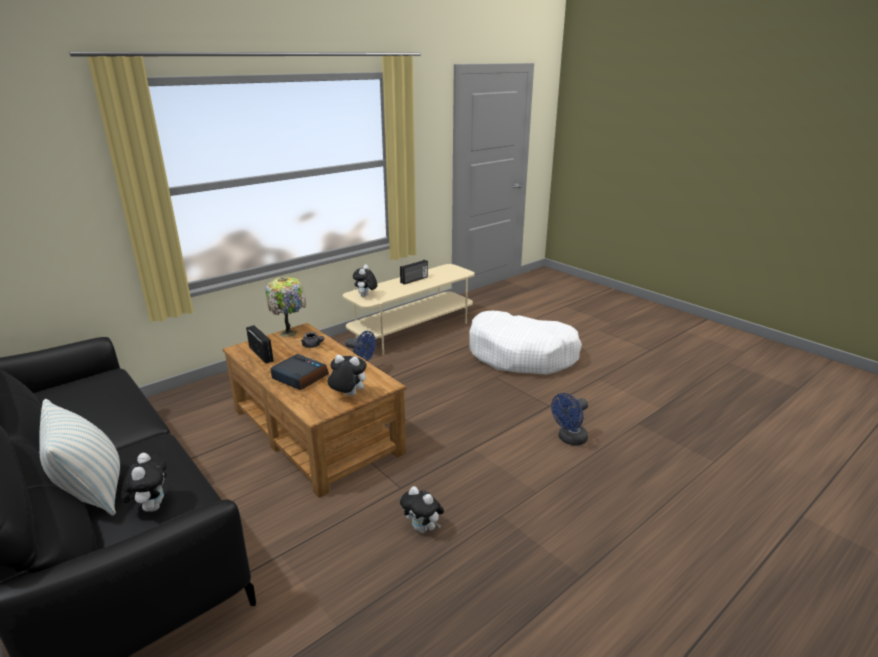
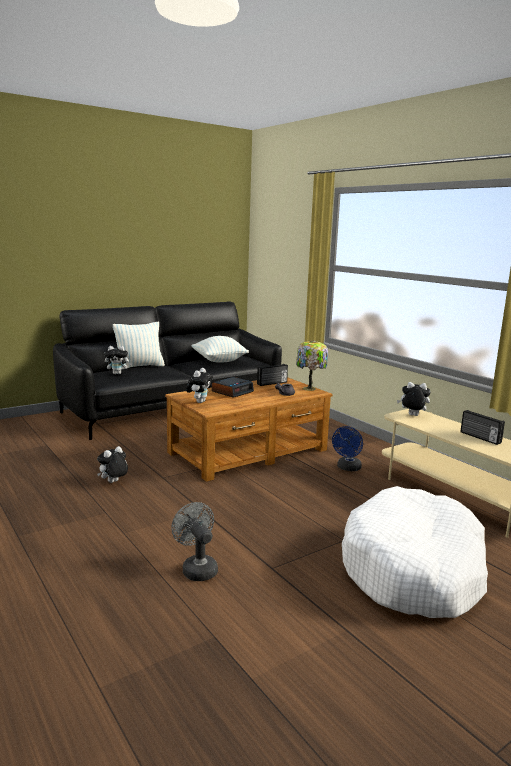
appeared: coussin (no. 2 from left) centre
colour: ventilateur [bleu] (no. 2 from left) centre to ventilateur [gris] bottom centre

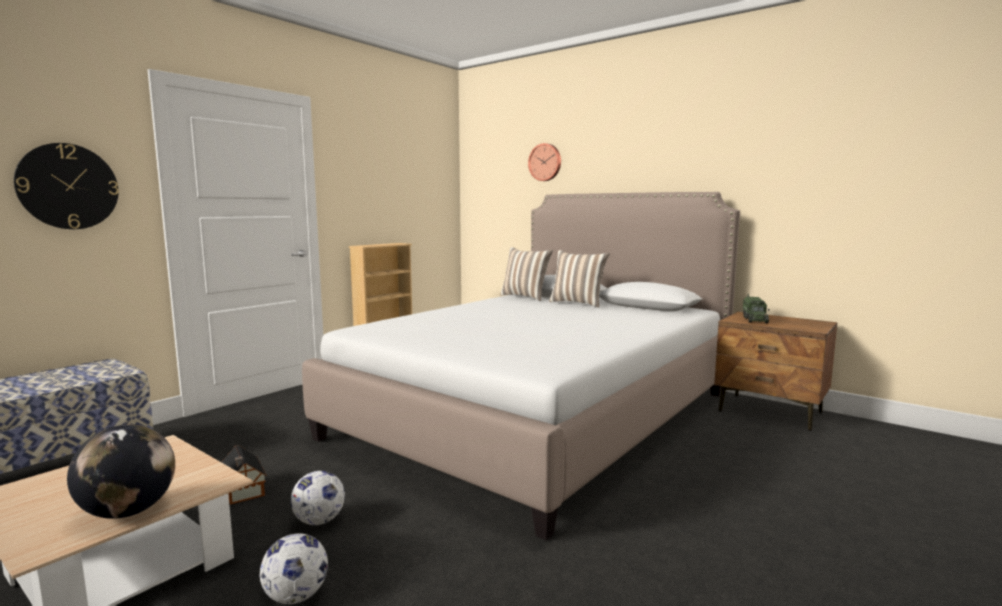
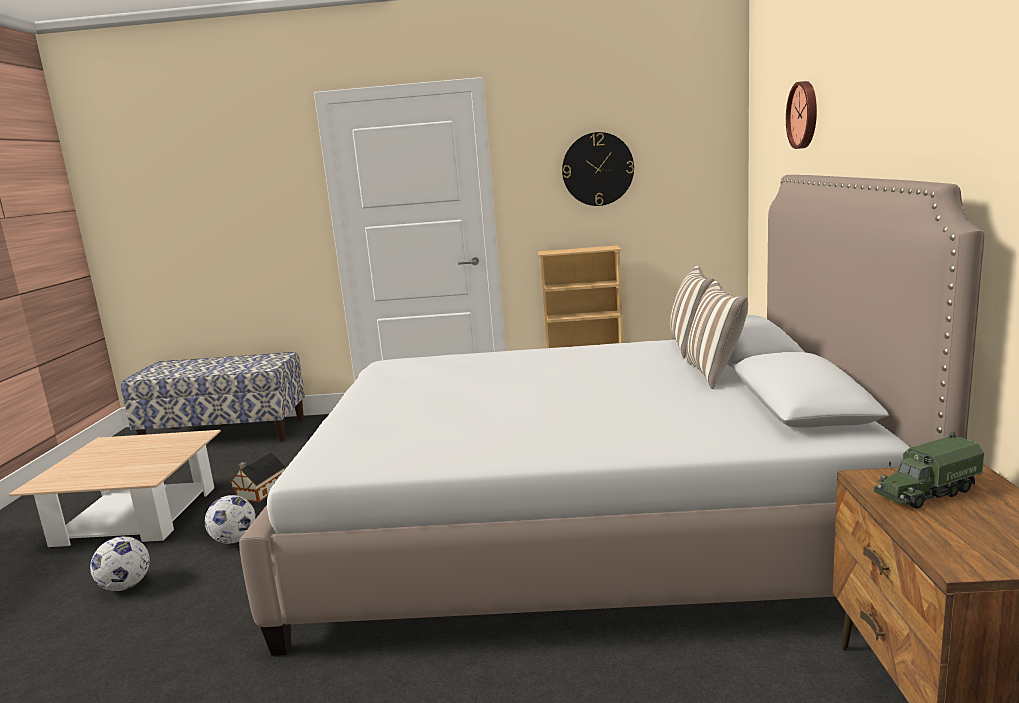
missing: globe bottom left
relocated: horloge murale (no. 1 from left) top left to top centre

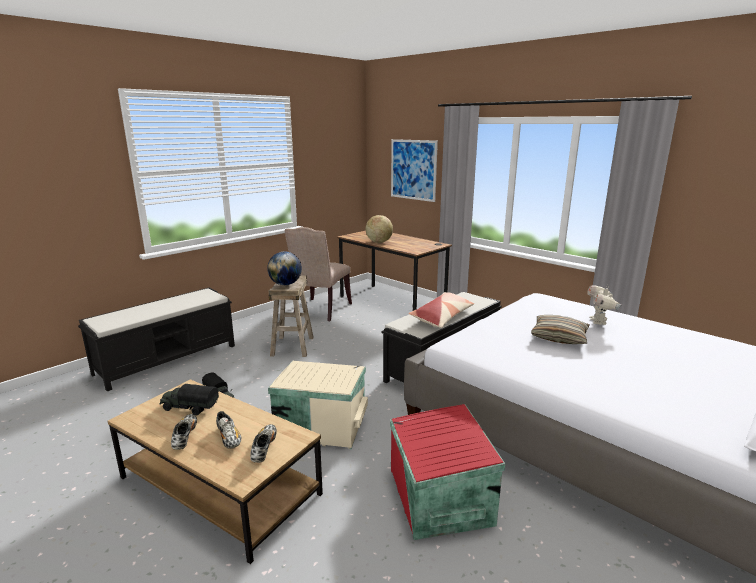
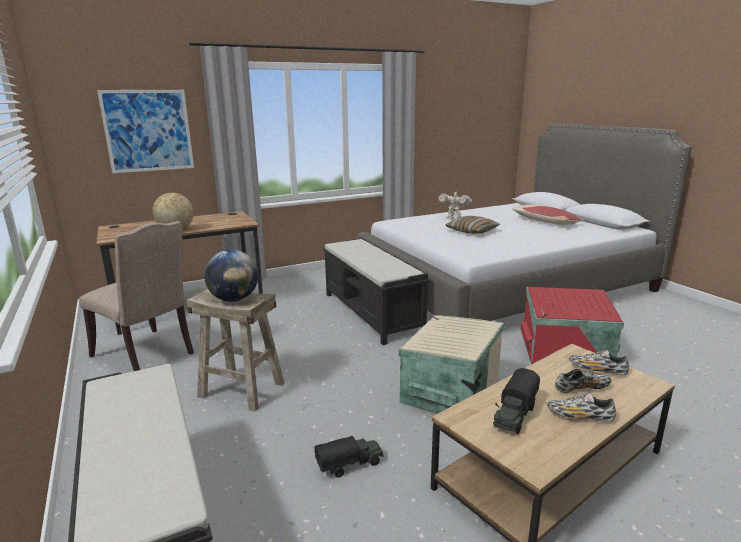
relocated: coussin (no. 1 from left in the first image) centre to coussin (no. 2 from left) middle right

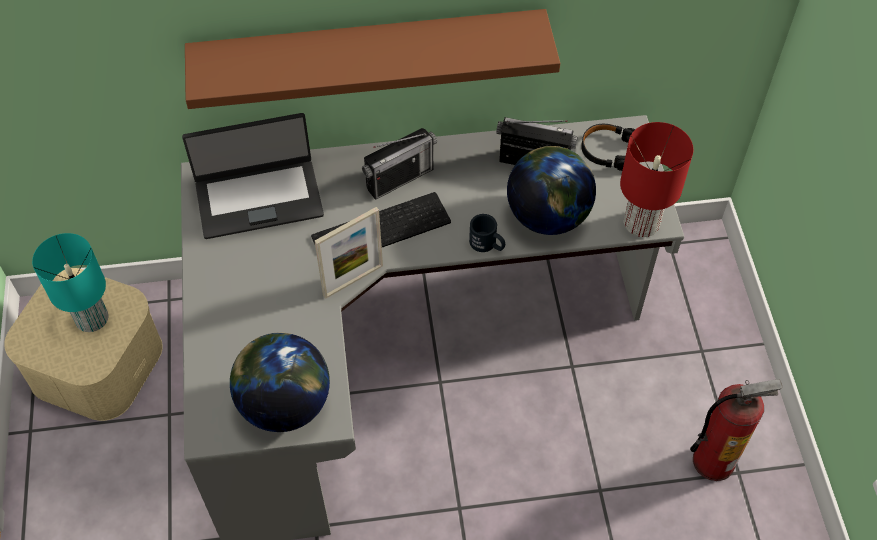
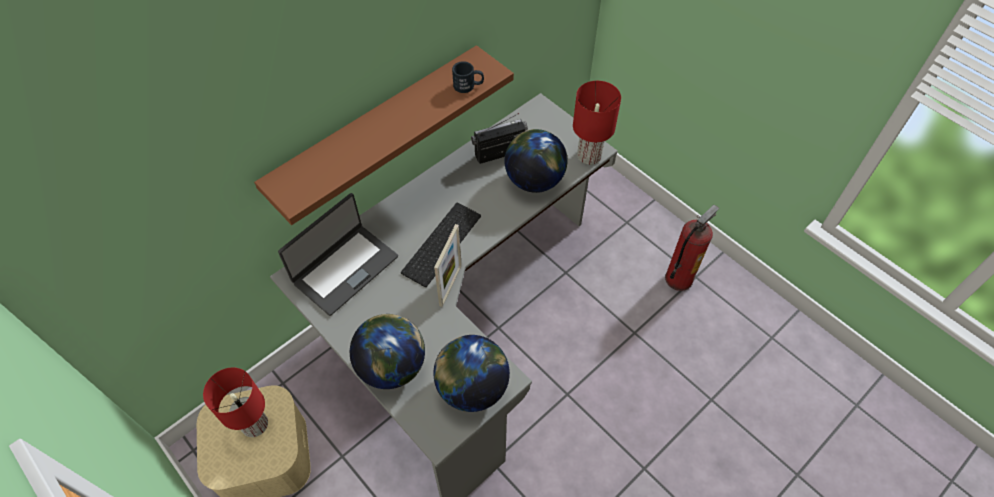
missing: radio (no. 1 from left) top centre; casque audio [noir] top right
appeared: globe (no. 1 from left) bottom centre
relocated: mug [noir] centre to top centre
colour: lampe de table [turquoise] middle left to lampe de table [rouge] (no. 1 from left) bottom left

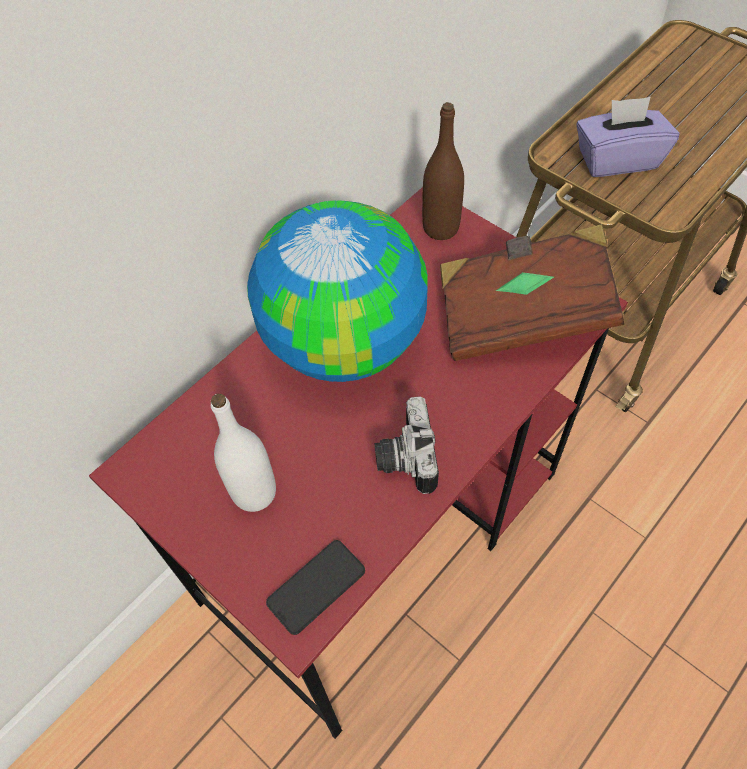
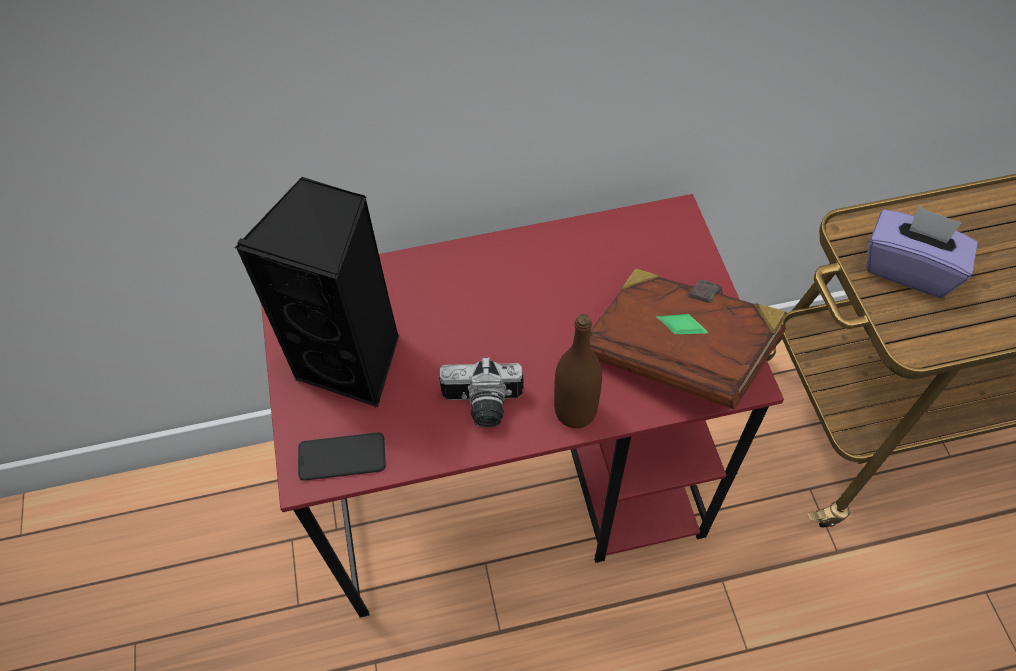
missing: globe centre
relocated: bouteille [marron] top centre to centre
exchanged: bouteille [blanc] middle left to enceinte [noir] middle left
spun: appareil photo centre = centre 120 degrees counterclockwise

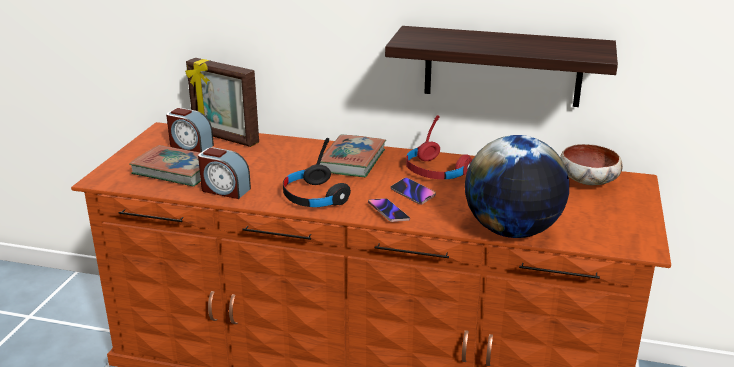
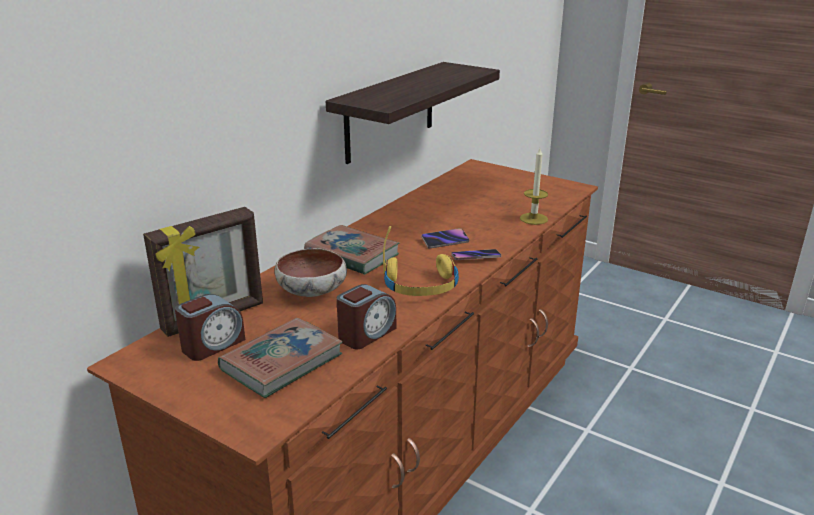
missing: casque audio [rouge] centre
relocated: bol middle right to centre
exchanged: globe middle right to bougie centre
colour: casque audio [noir] centre to casque audio [jaune] centre

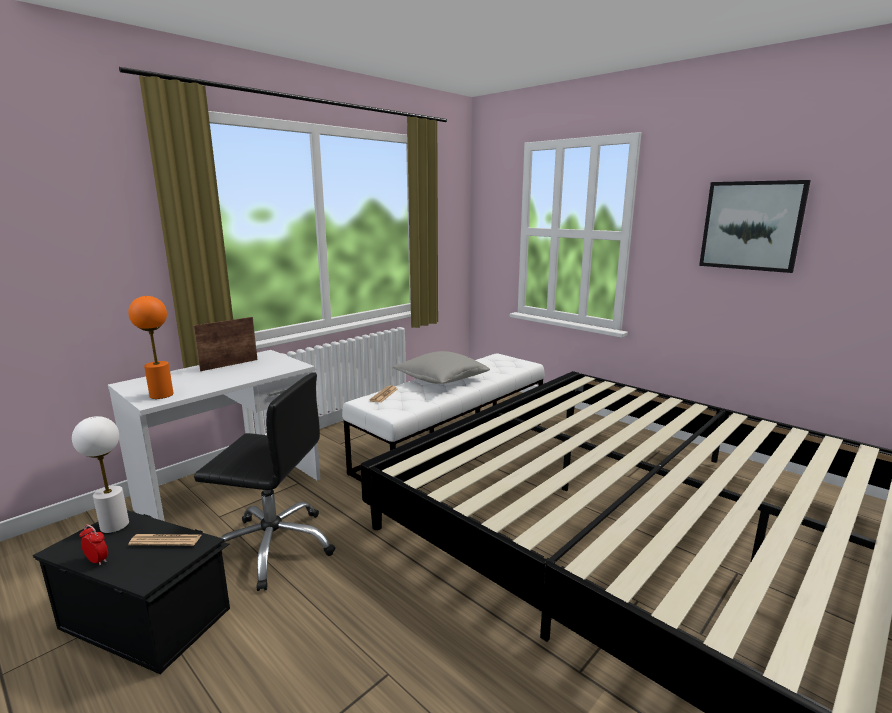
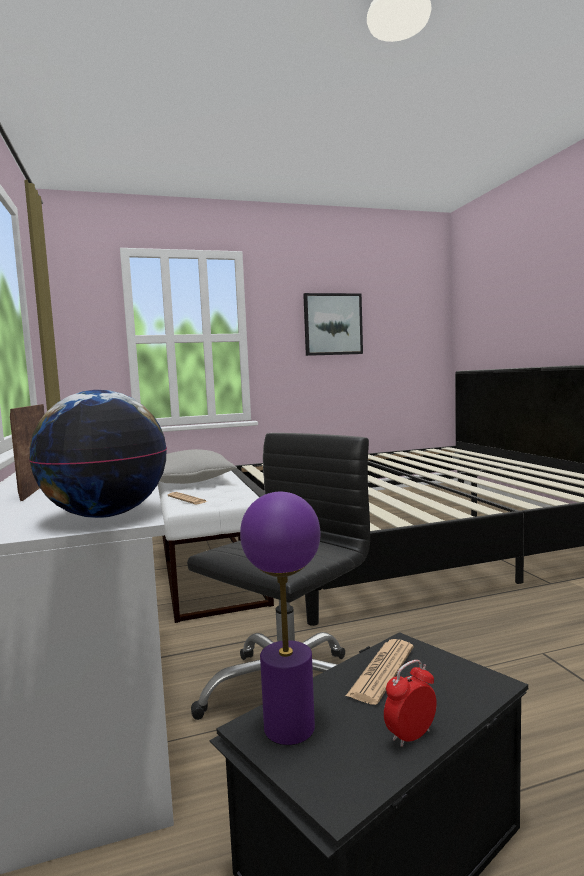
exchanged: lampe de table [orange] middle left to globe middle left
colour: lampe de table [blanc] middle left to lampe de table [violet] bottom centre

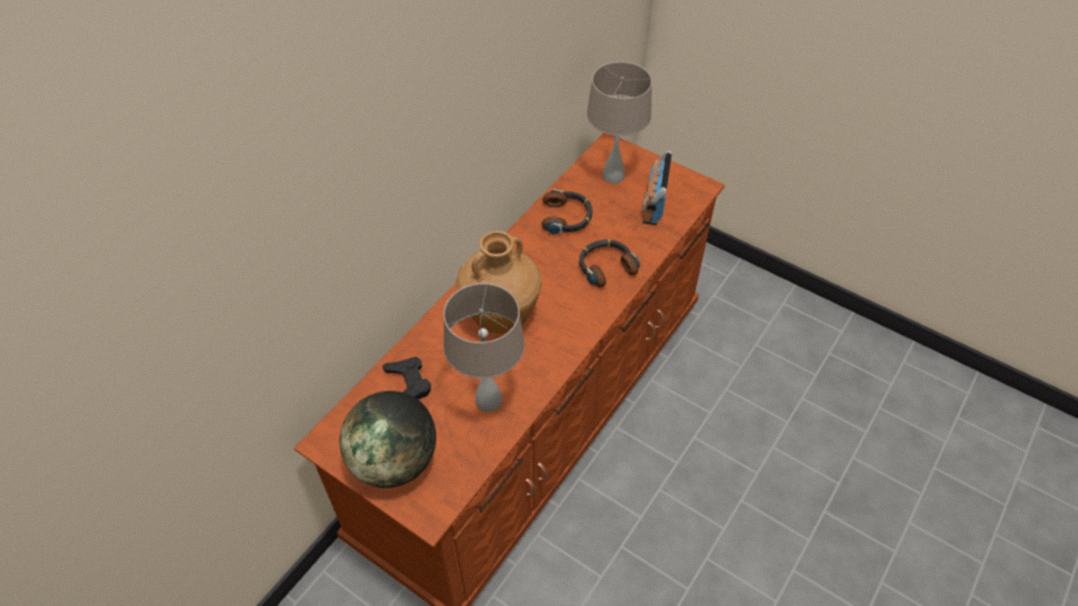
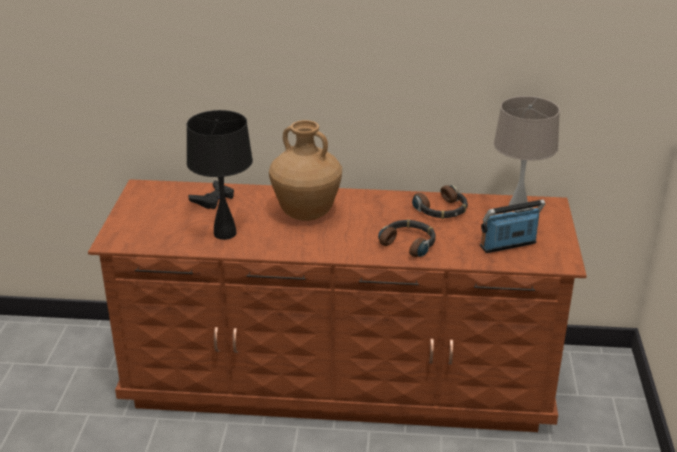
missing: globe bottom centre
colour: lampe de table [beige] (no. 1 from left) centre to lampe de table [noir] middle left

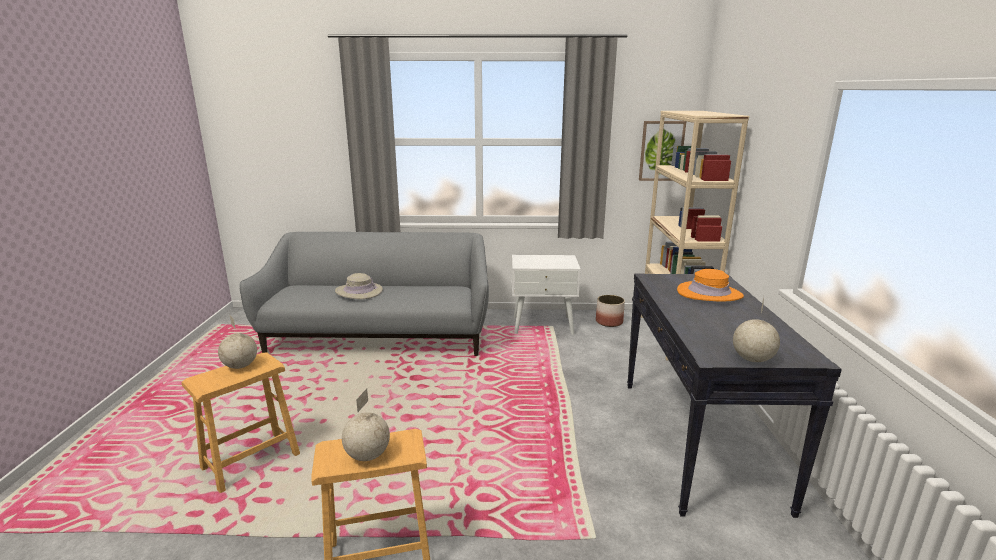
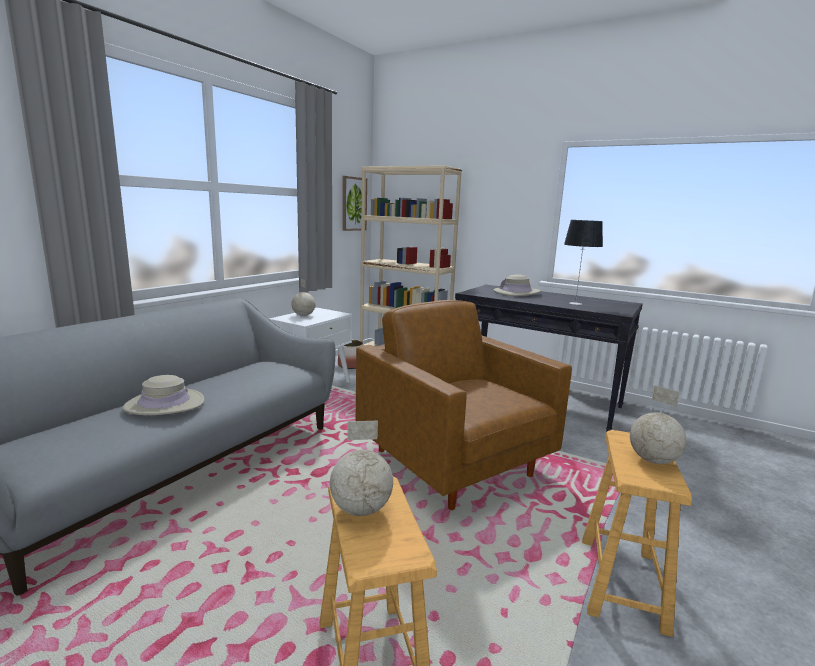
appeared: fauteuil [marron] centre; lampe de table middle right
relocated: globe (no. 3 from left in the first image) middle right to globe (no. 1 from left) centre
colour: chapeau [orange] middle right to chapeau [beige] (no. 2 from left) centre

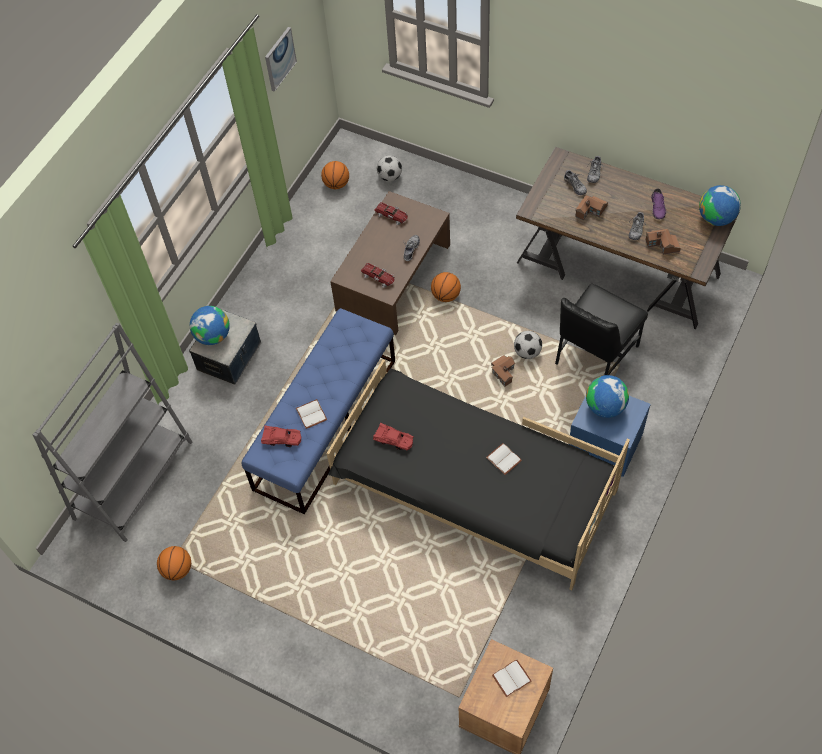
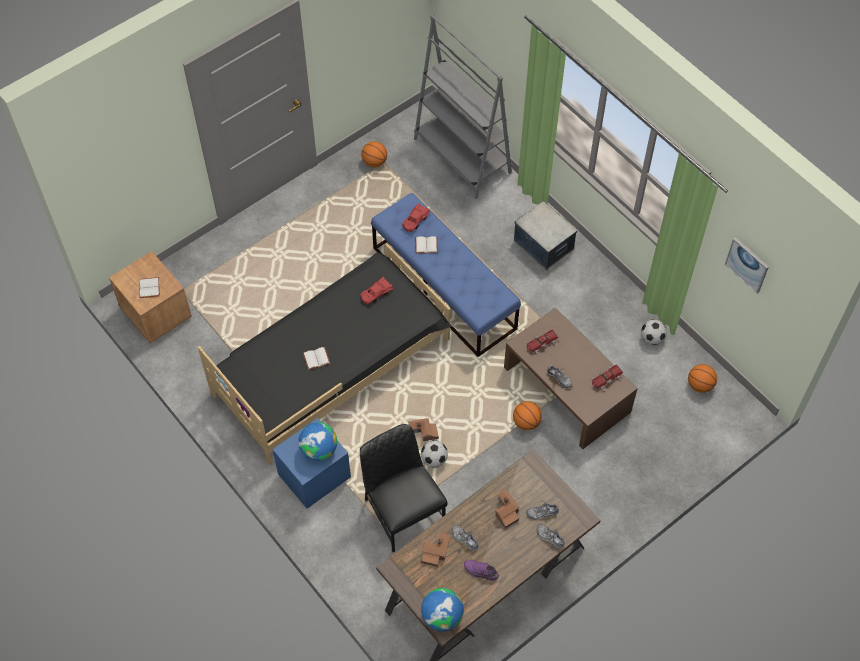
missing: globe (no. 1 from left) middle left
relocated: ballon de foot (no. 1 from left in the first image) top centre to ballon de foot (no. 2 from left) middle right

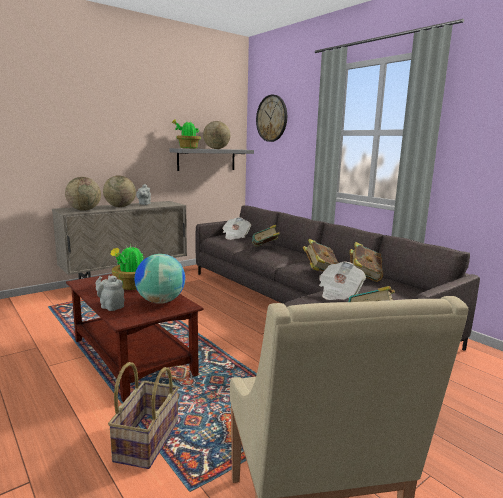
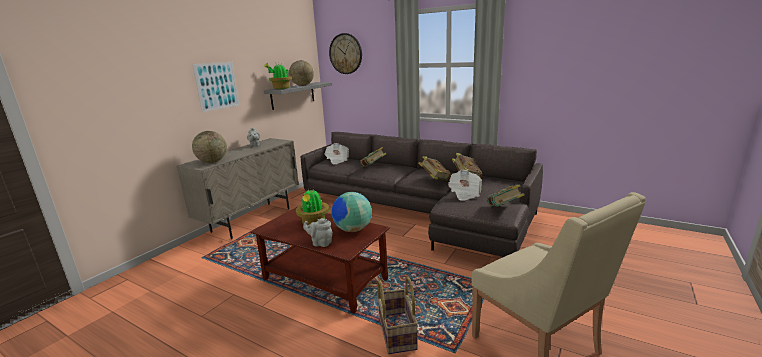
missing: globe (no. 2 from left) middle left
appeared: tableau top left

